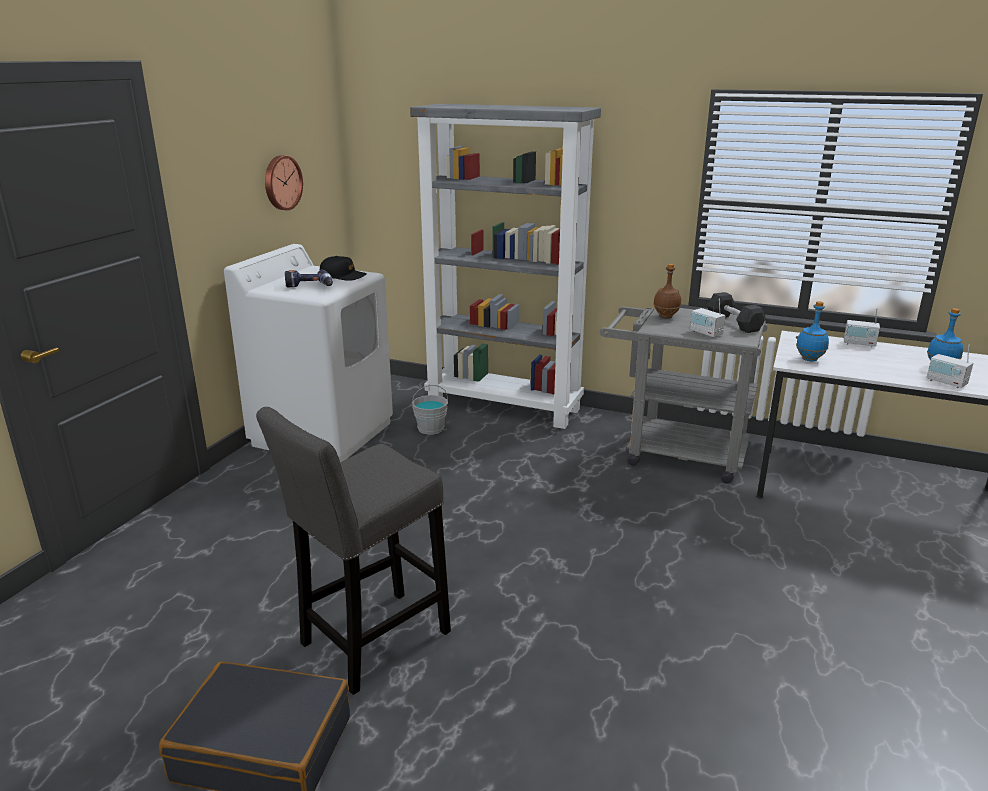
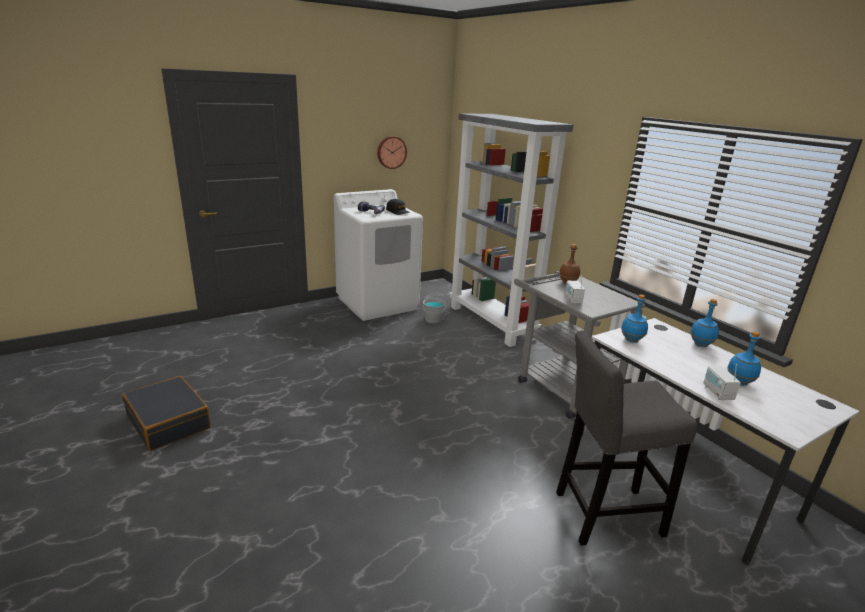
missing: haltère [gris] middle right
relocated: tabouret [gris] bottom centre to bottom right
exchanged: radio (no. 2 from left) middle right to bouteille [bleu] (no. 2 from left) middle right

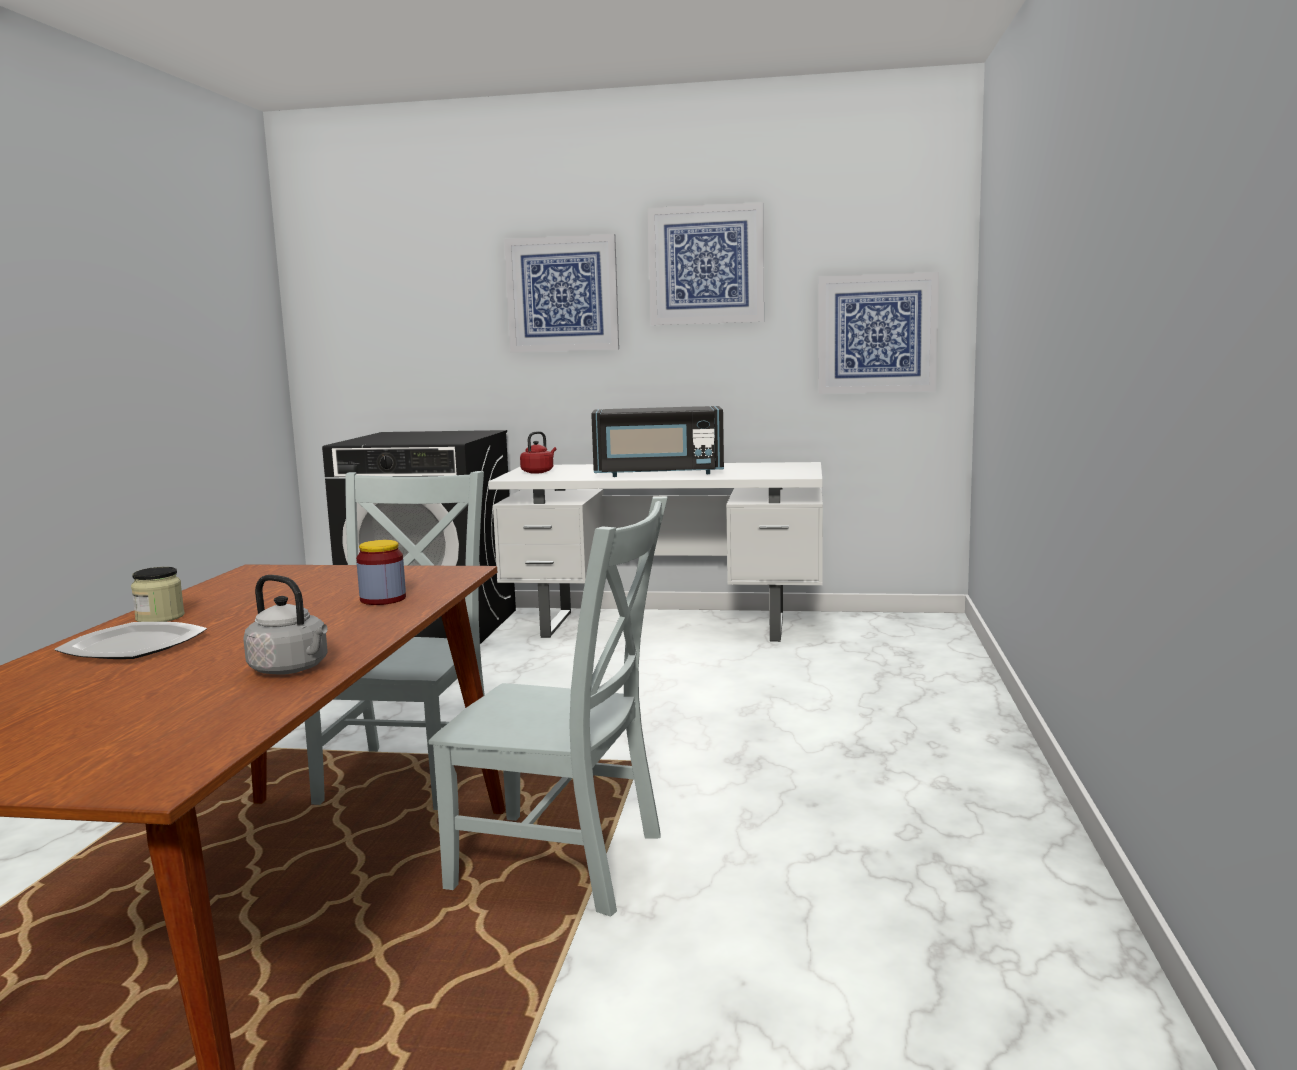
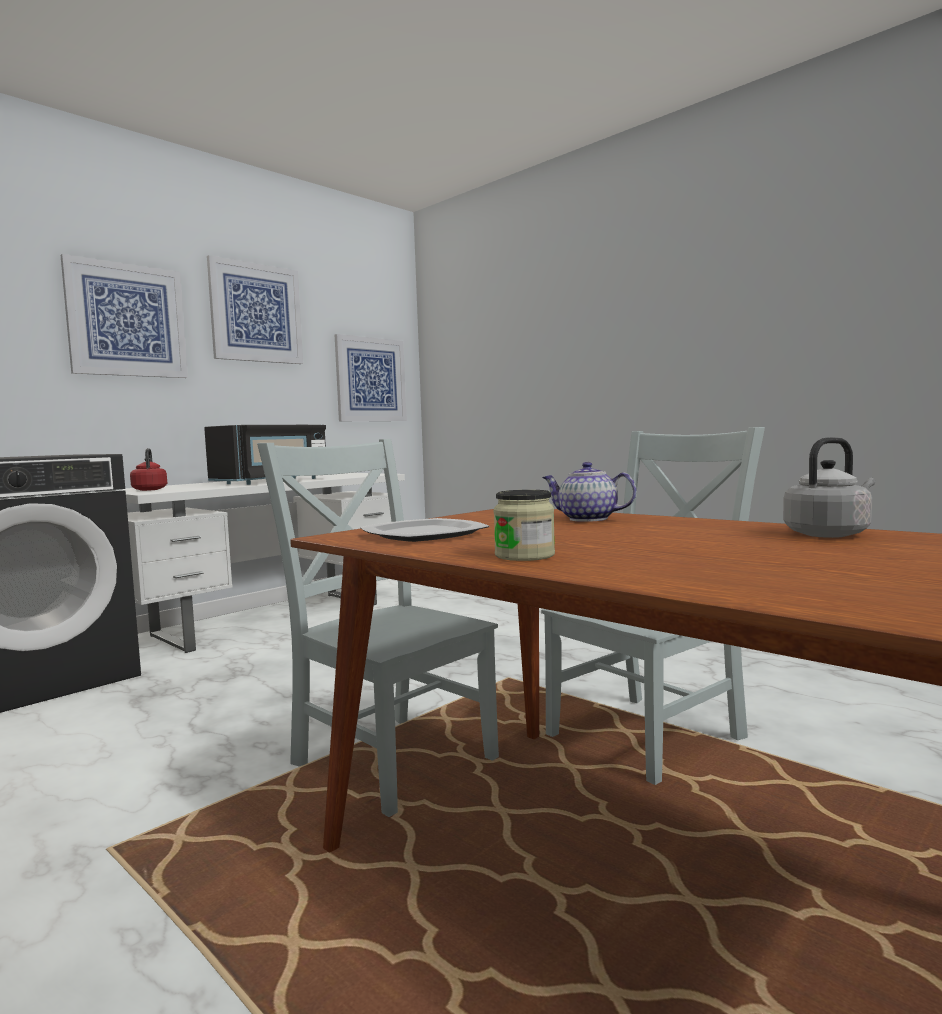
relocated: assiette middle left to centre
exchanged: bocal (no. 2 from left) middle left to théière centre

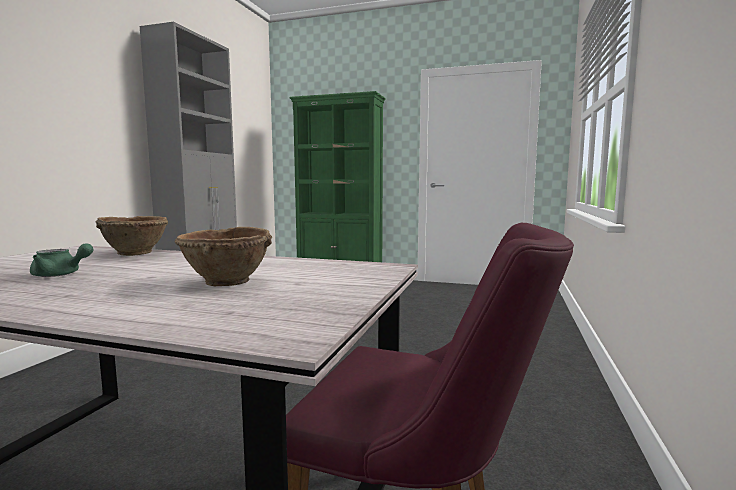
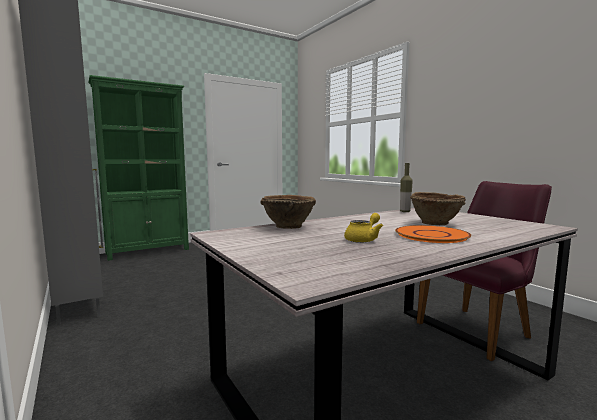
appeared: assiette [orange] middle right; bouteille middle right
colour: théière [vert] middle left to théière [jaune] centre

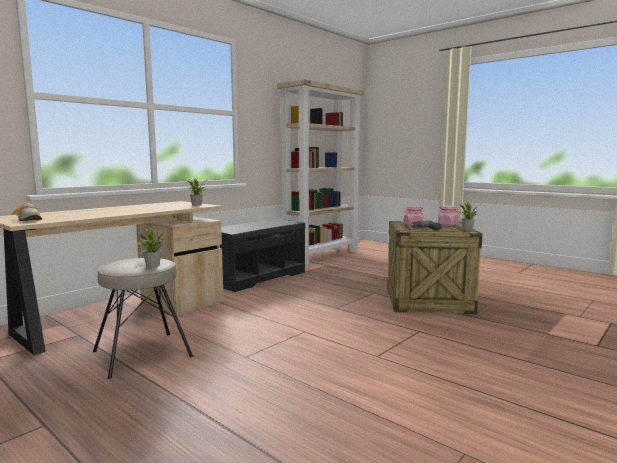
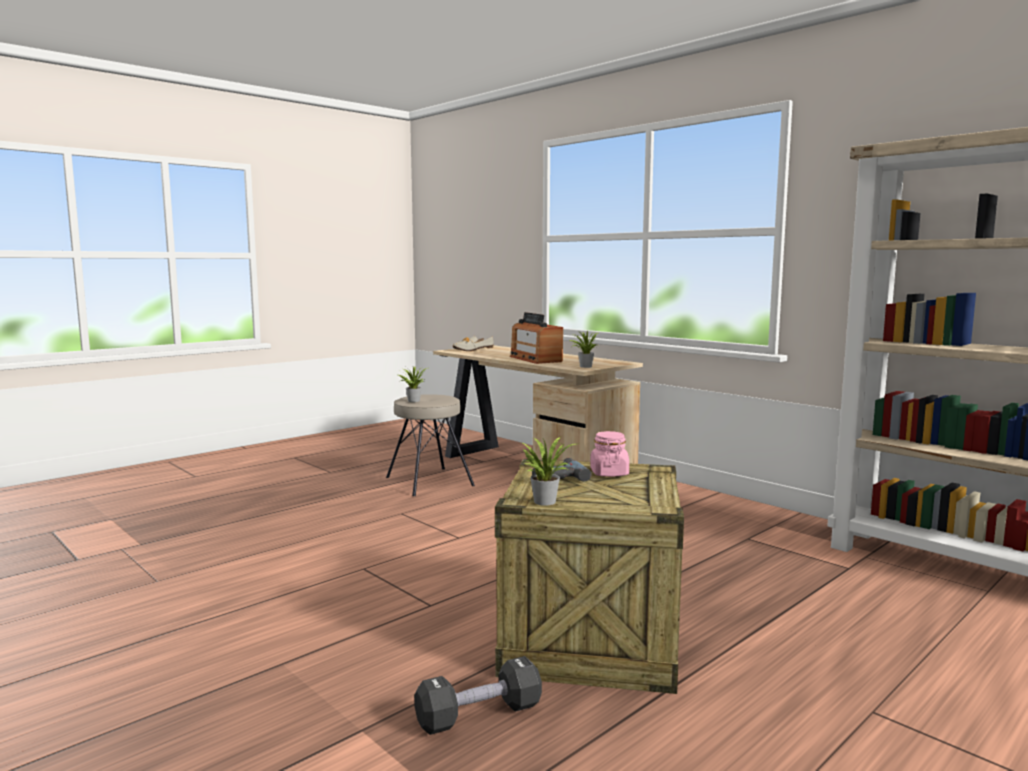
missing: banc [gris] centre; bocal [rose] (no. 2 from left) middle right
appeared: haltère [noir] bottom centre; radio centre

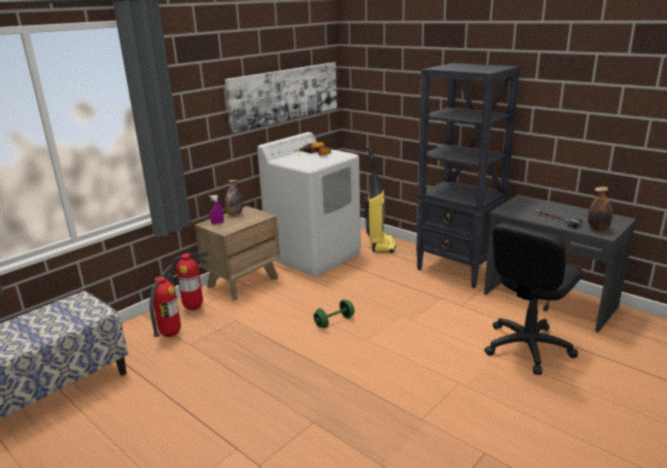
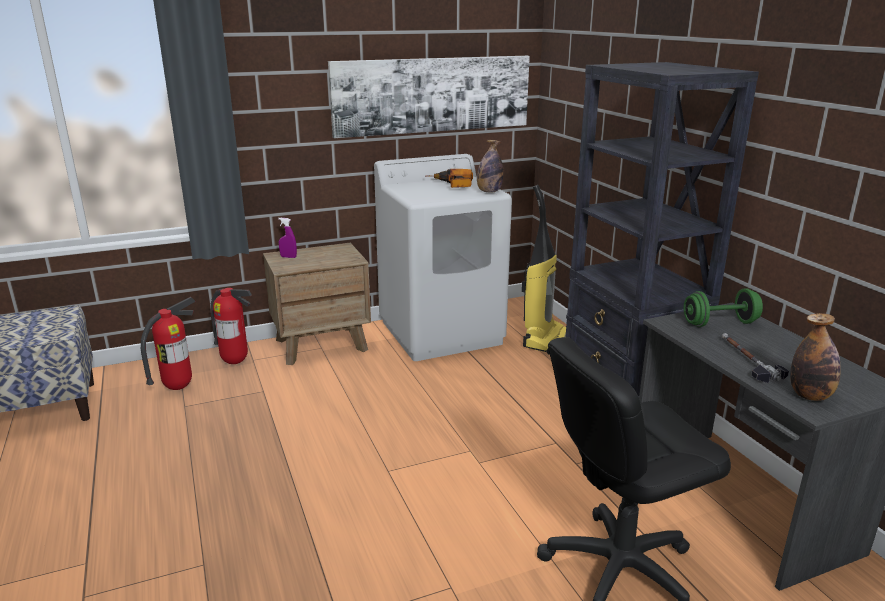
relocated: bouteille (no. 1 from left) centre to top centre; haltère [vert] bottom centre to middle right

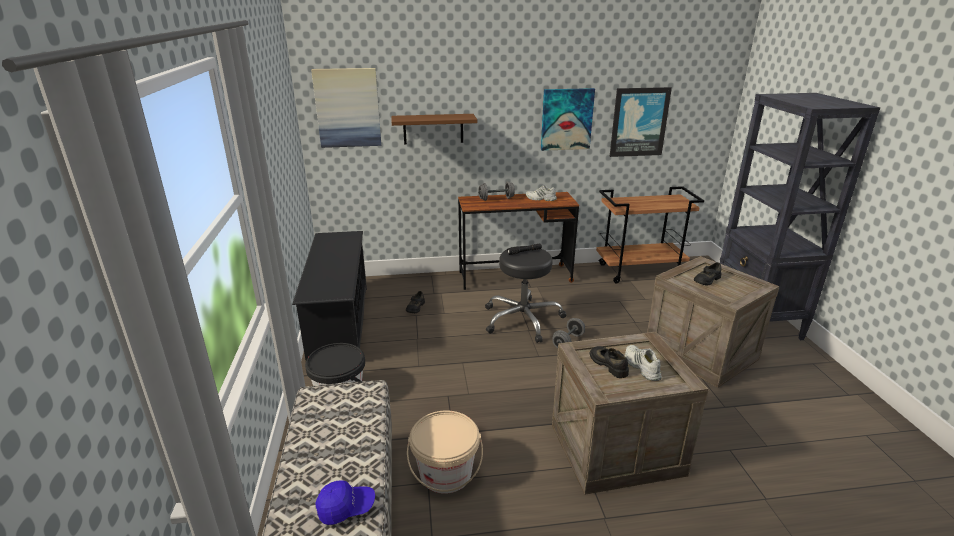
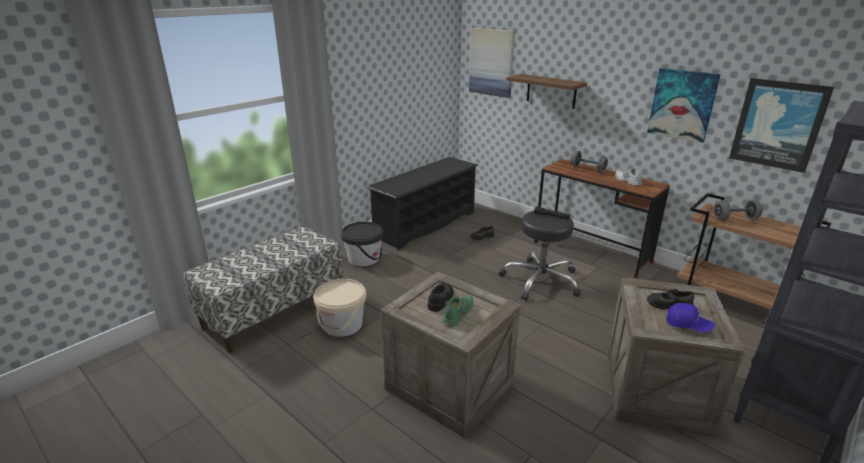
relocated: casquette [bleu] bottom centre to bottom right; haltère [gris] (no. 2 from left) centre to middle right
colour: chaussure [blanc] (no. 2 from left) bottom right to chaussure [vert] bottom centre

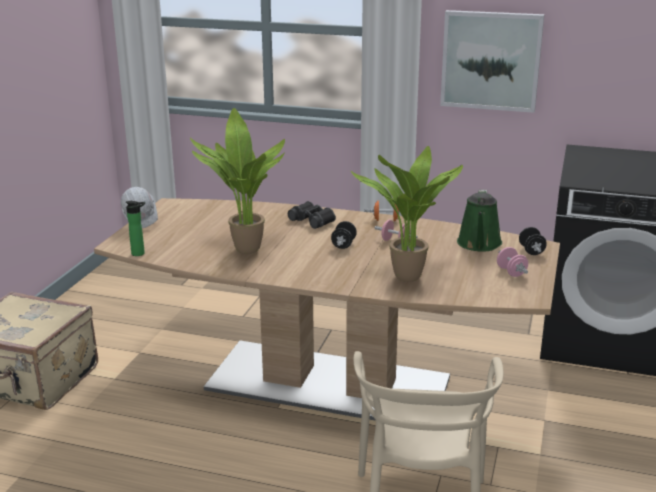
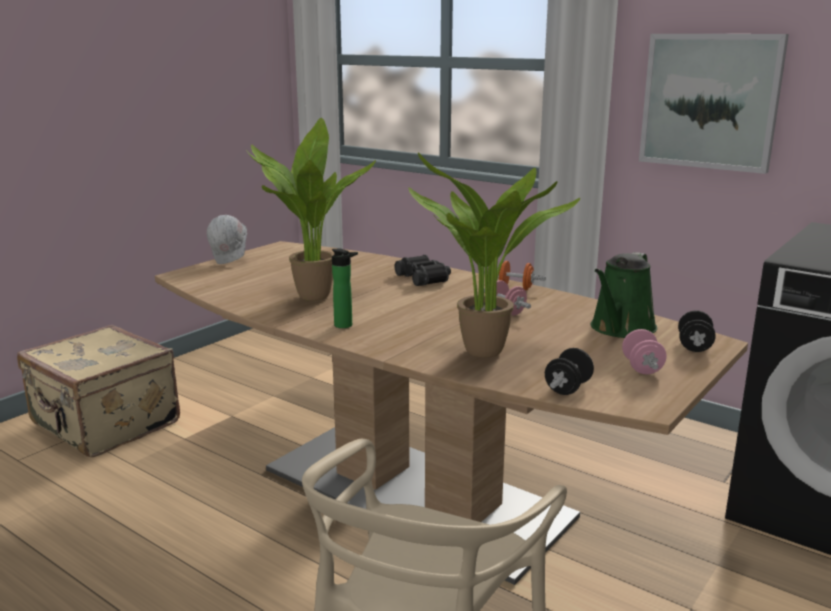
relocated: bouteille middle left to centre; haltère [noir] (no. 1 from left) centre to middle right

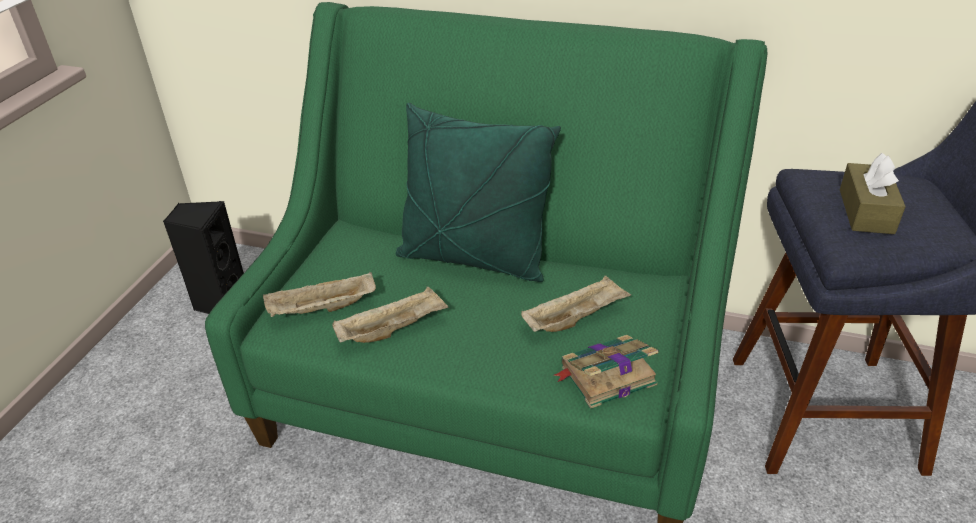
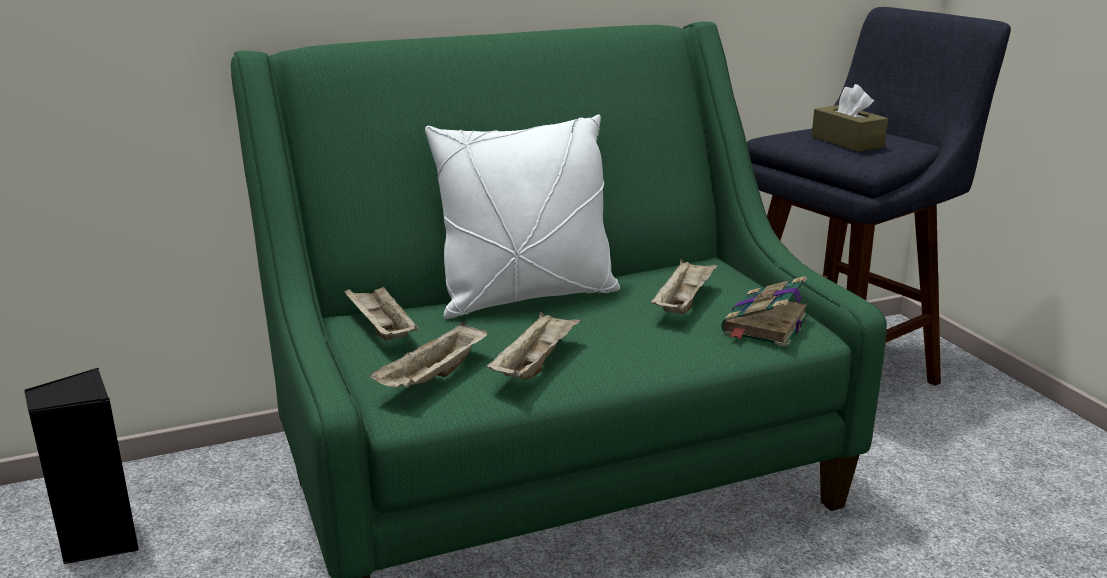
appeared: plateau [beige] (no. 1 from left) centre
colour: coussin [vert] centre to coussin [blanc] centre

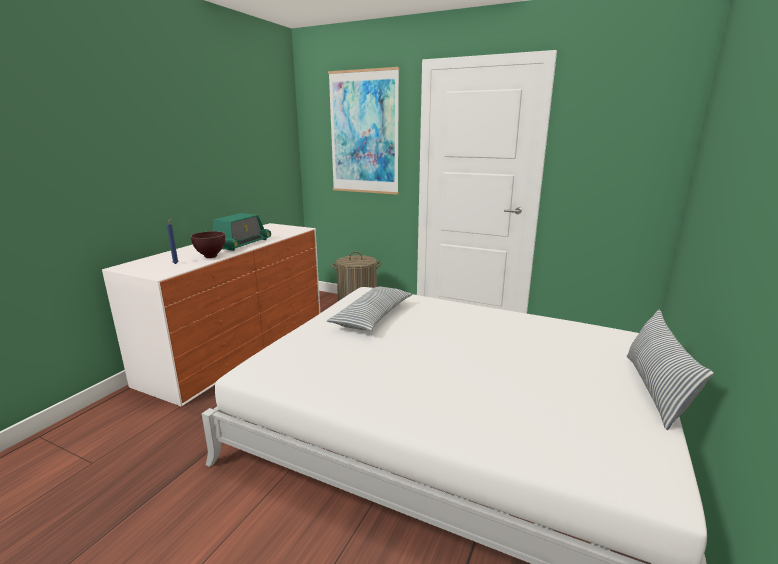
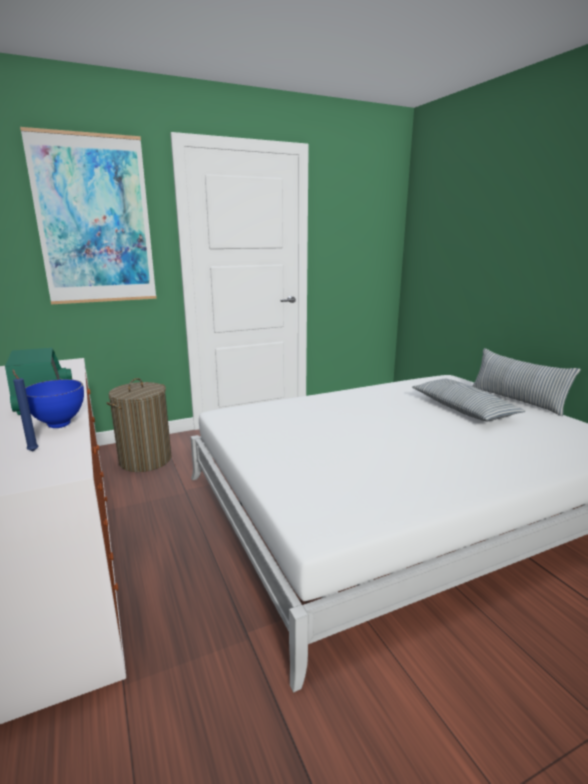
relocated: coussin (no. 1 from left) centre to middle right
colour: bol [marron] middle left to bol [bleu] middle left

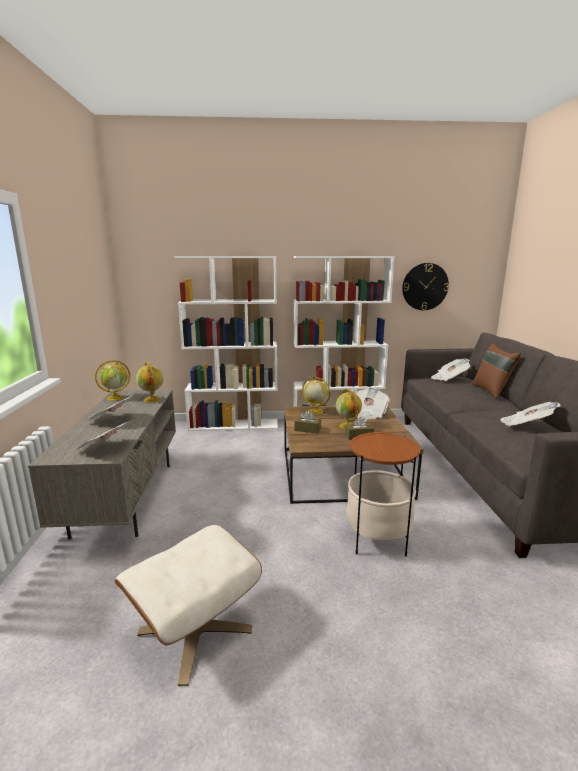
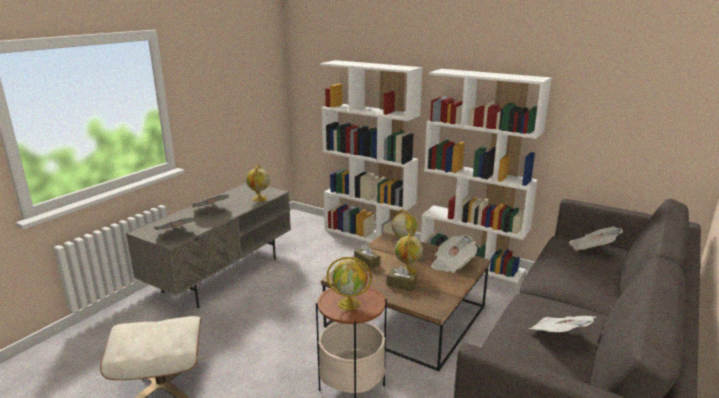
missing: horloge murale middle right; coussin [marron] middle right
relocated: globe (no. 1 from left in the first image) middle left to globe (no. 2 from left) bottom centre

